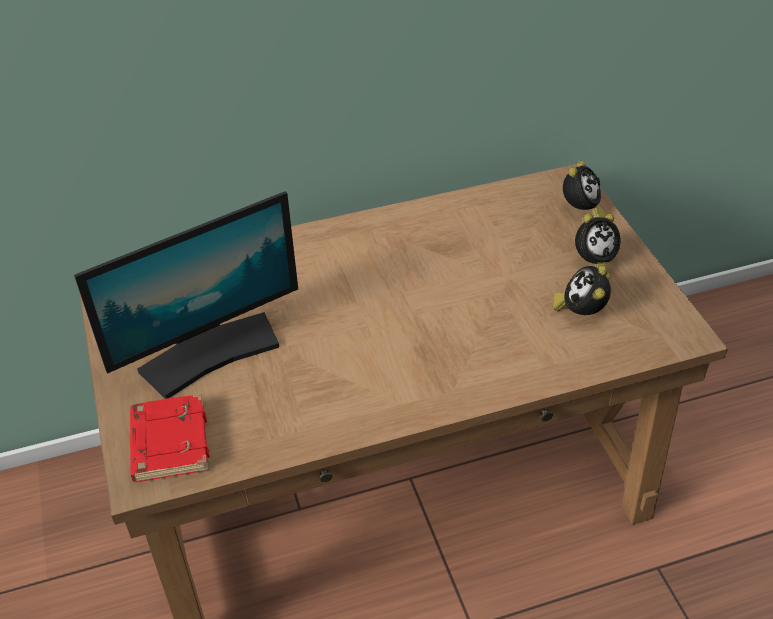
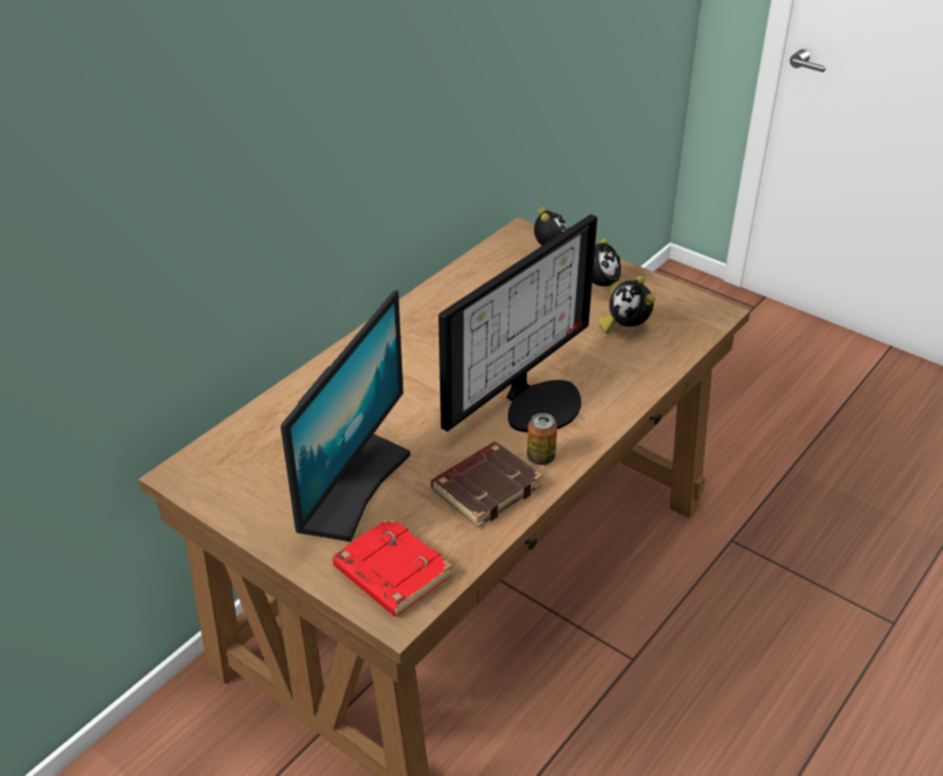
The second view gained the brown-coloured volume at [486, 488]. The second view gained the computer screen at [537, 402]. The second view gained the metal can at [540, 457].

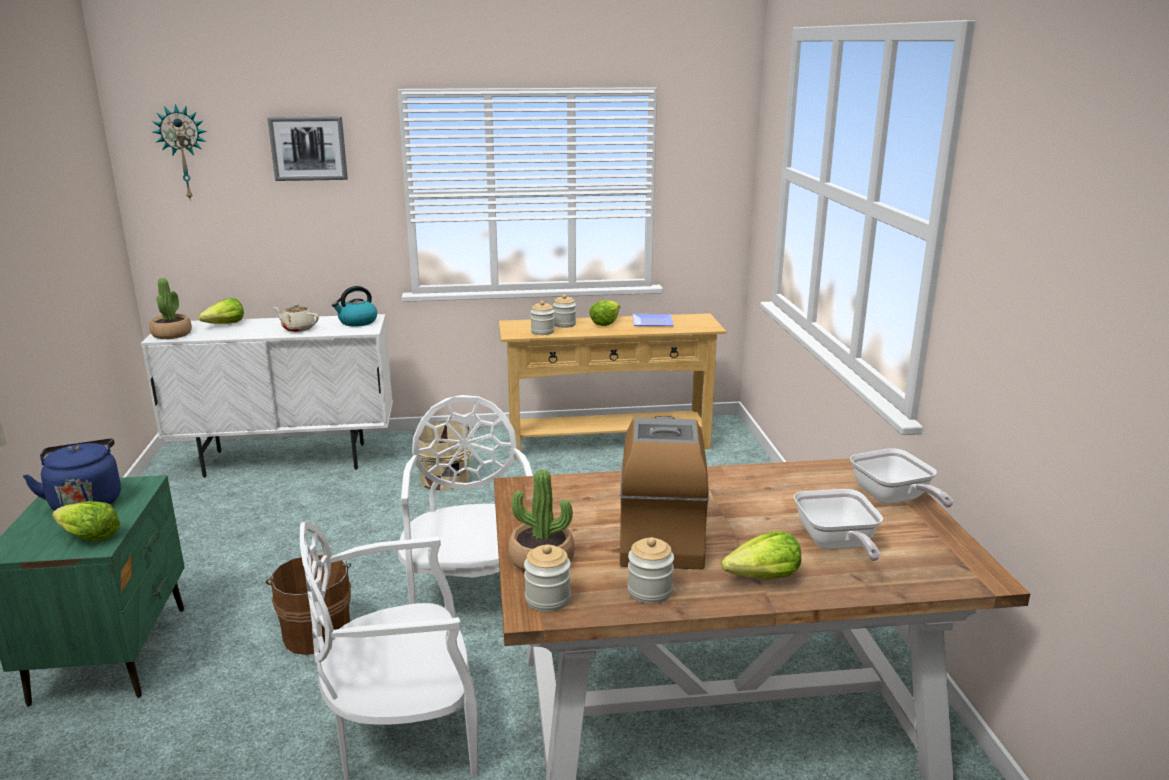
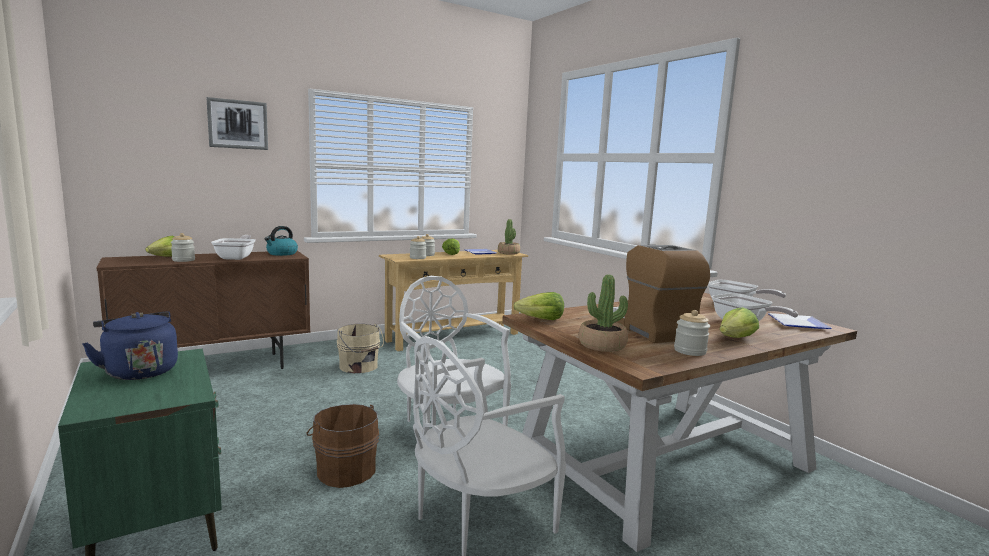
The lettuce ended up elsewhere, having gone from [88, 537] to [540, 320]. What was the white-coloured cabinet at [287, 460] turned into the brown-coloured cabinet at [216, 369]. The houseplant ended up elsewhere, having gone from [172, 334] to [508, 253]. The second view lost the clock on the wall at [184, 152]. Where the beige teapot stood at [298, 329], the pan came to stand at [237, 257]. The jar ended up elsewhere, having gone from [547, 599] to [183, 260]. The second view gained the plate at [799, 323].

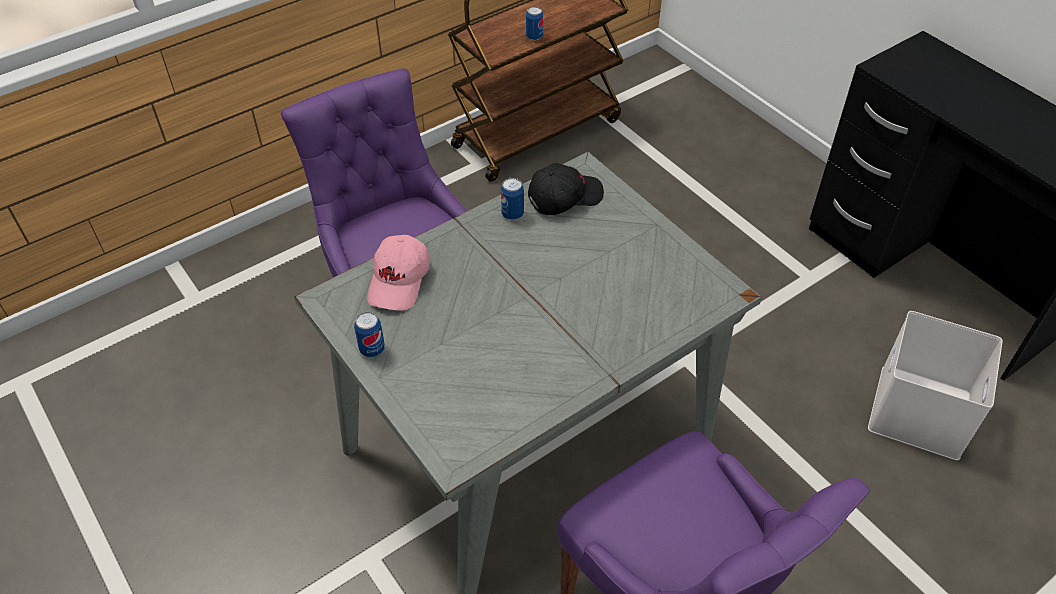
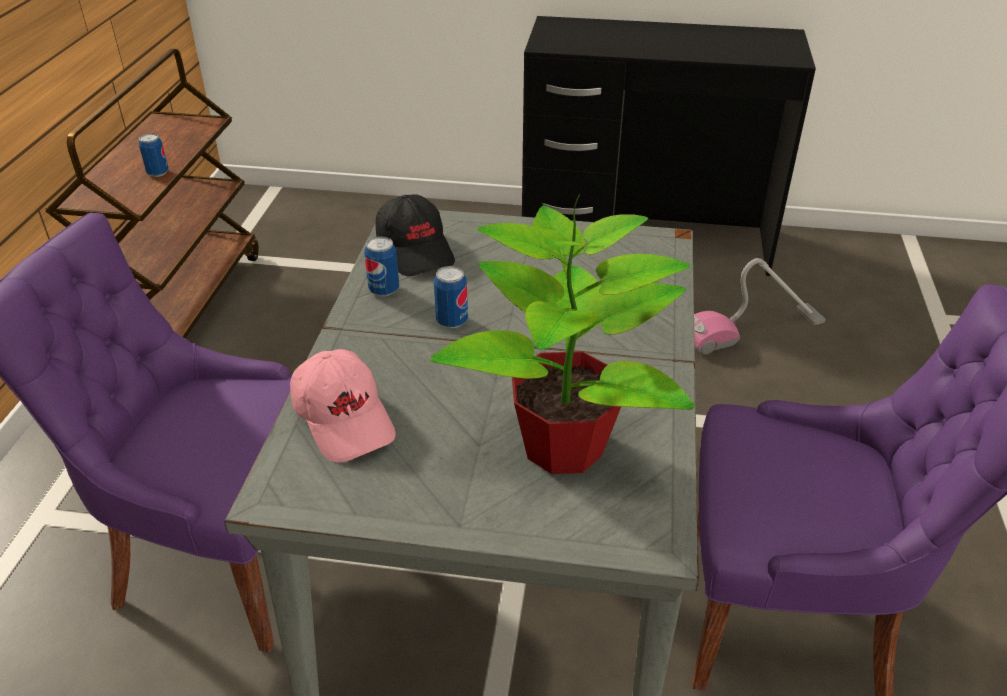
The metal can ended up elsewhere, having gone from [372, 349] to [452, 321]. The black baseball cap at [564, 197] ended up facing another way, 135 degrees clockwise from before. Where the white-coloured storage box stood at [921, 413], the vacuum cleaner came to stand at [753, 330]. The second view gained the houseplant at [565, 446].

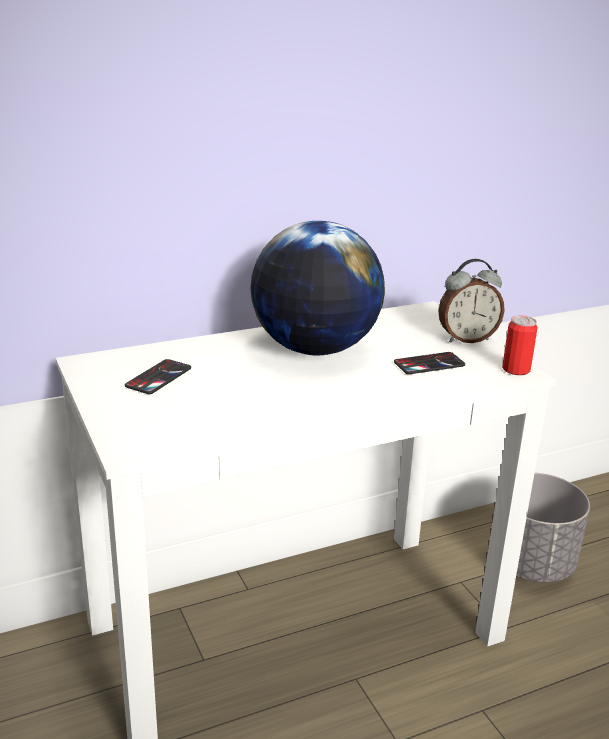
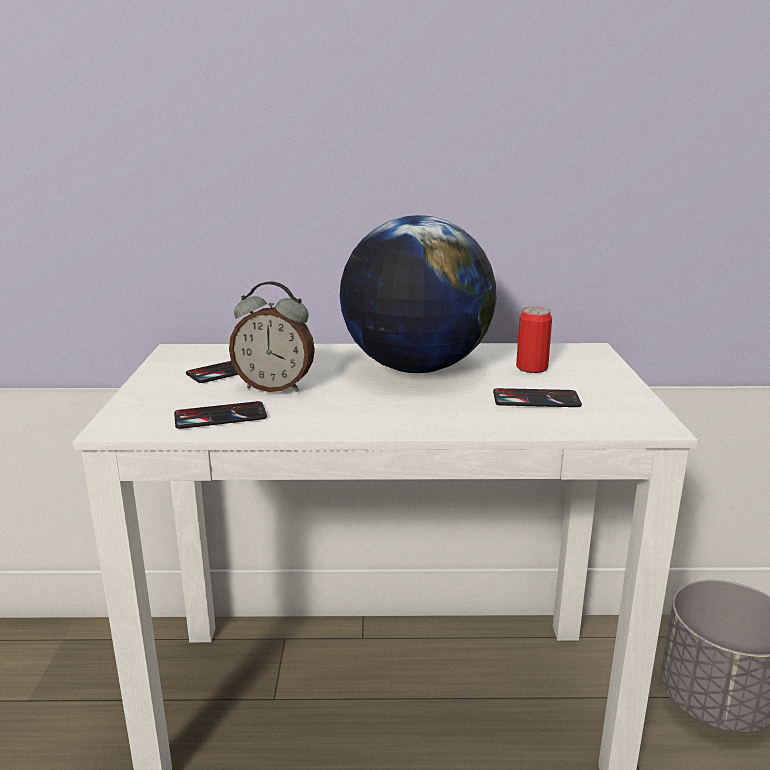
The table clock ended up elsewhere, having gone from [466, 339] to [275, 387]. The metal can ended up elsewhere, having gone from [516, 369] to [532, 368]. The second view gained the handset at [220, 416].

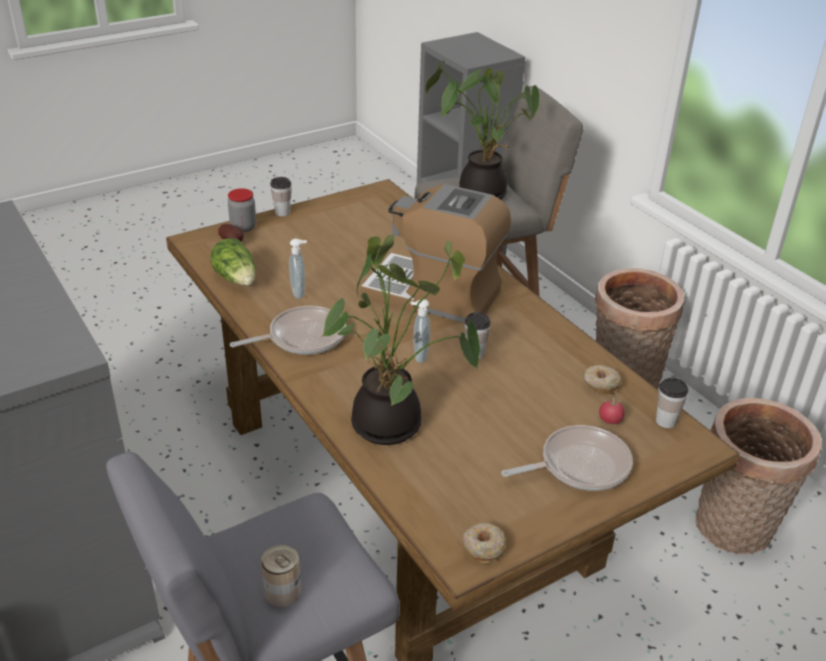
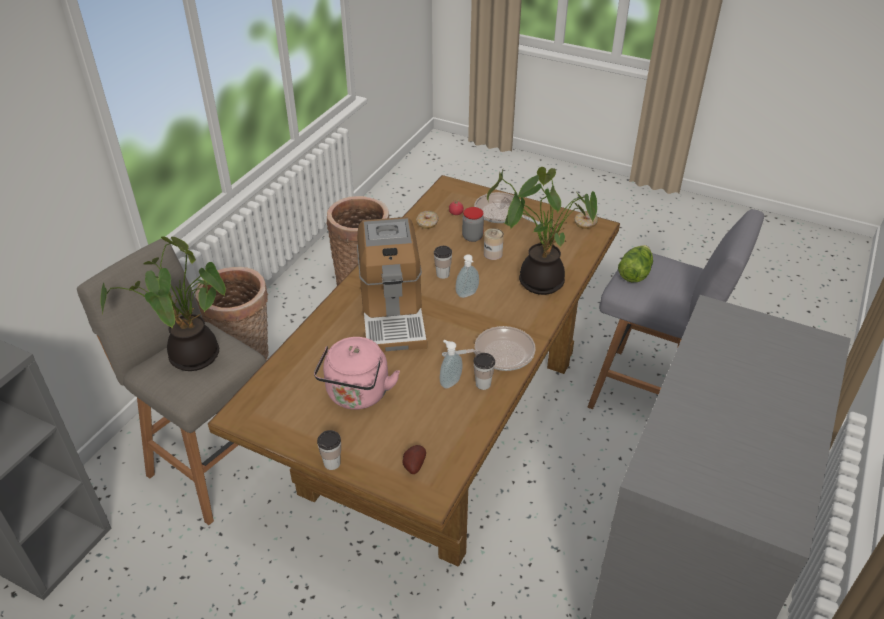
The lettuce ended up elsewhere, having gone from [237, 279] to [634, 273]. The jar ended up elsewhere, having gone from [243, 227] to [472, 237]. The pan at [302, 337] ended up facing another way, 135 degrees clockwise from before. The metal can ended up elsewhere, having gone from [282, 592] to [493, 254]. The cup ended up elsewhere, having gone from [665, 421] to [483, 384]. The second view gained the pinkish kettle at [357, 395].

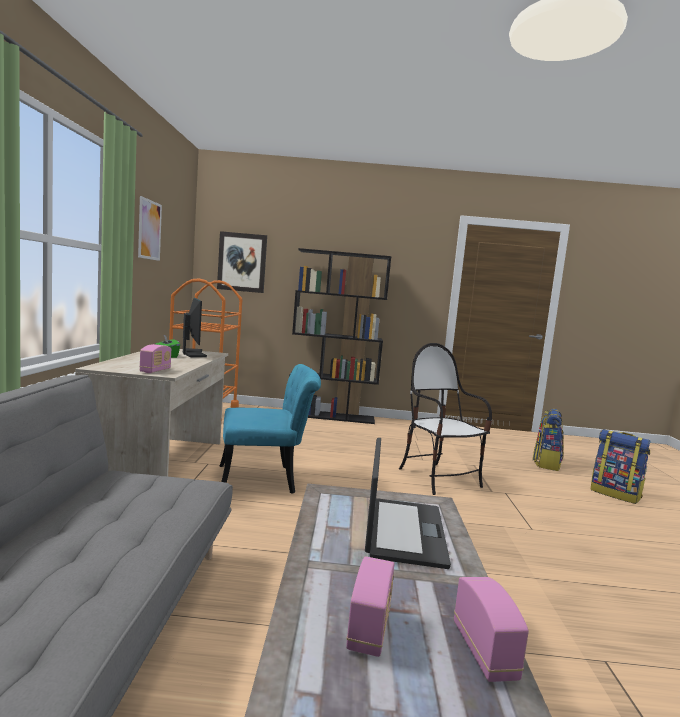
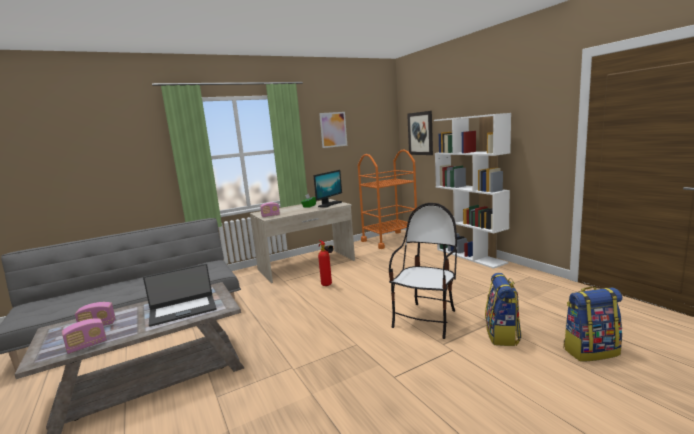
Where the turquoise upright chair stood at [266, 479], the fire extinguisher came to stand at [328, 285]. What was the black bookshelf at [331, 416] turned into the white-coloured bookshelf at [471, 256]. The knapsack ended up elsewhere, having gone from [616, 494] to [502, 335].

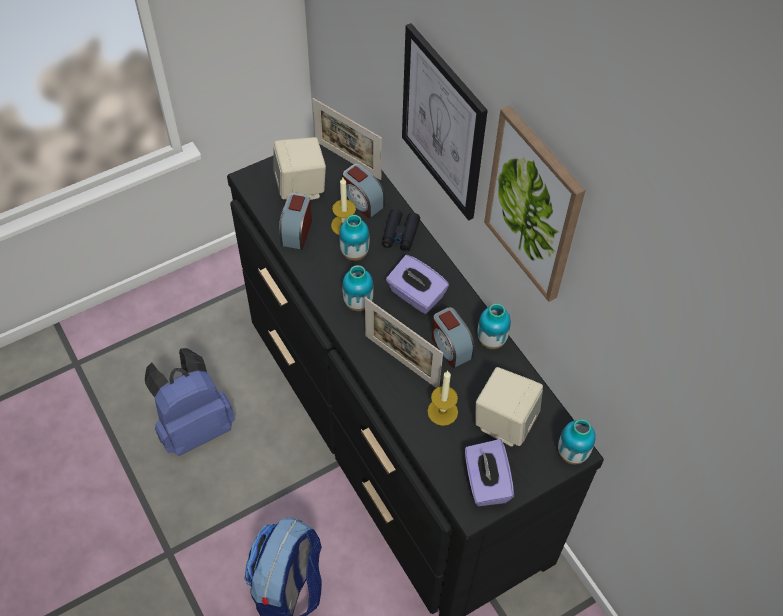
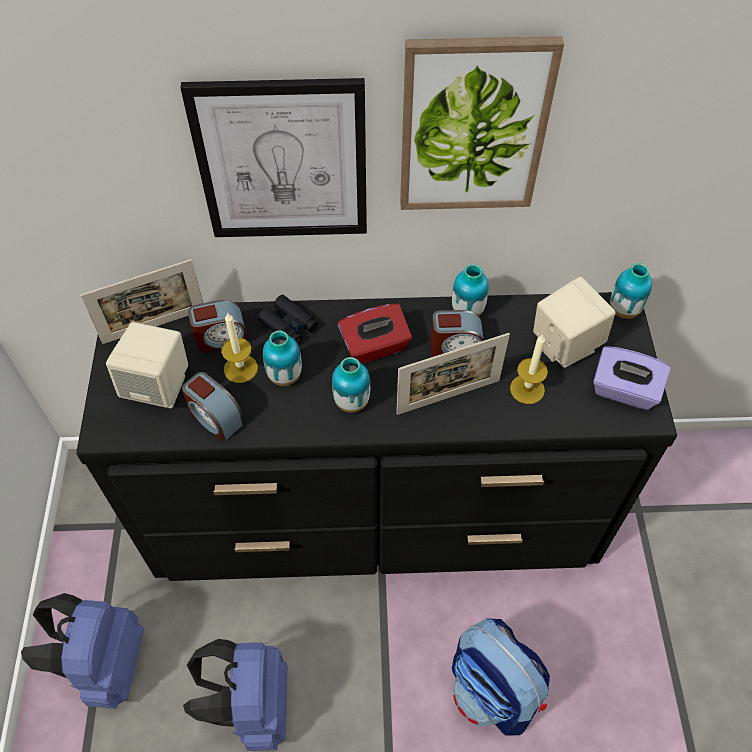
What was the purple-coloured tissue box at [416, 295] turned into the red tissue box at [375, 347]. The second view gained the blue-coloured knapsack at [106, 664].

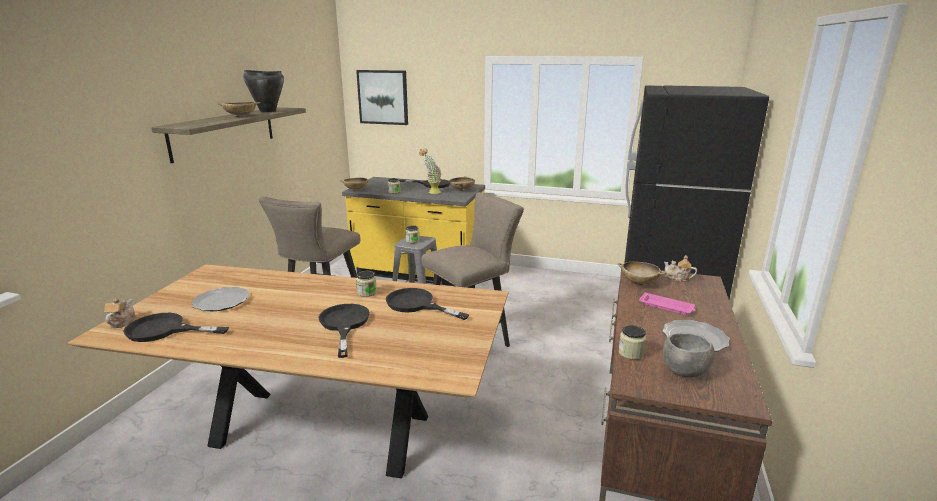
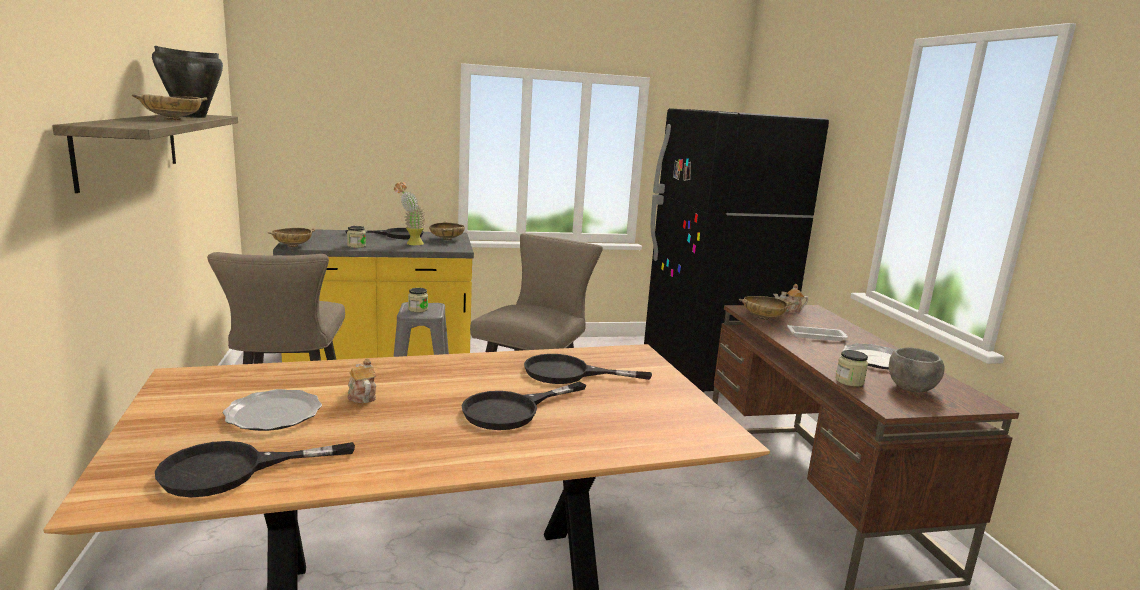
The teapot ended up elsewhere, having gone from [122, 322] to [361, 396]. The black pan at [344, 324] ended up facing another way, 90 degrees counterclockwise from before. The second view lost the wall art at [383, 97]. The second view lost the jar at [367, 292]. What was the pinkish serving tray at [667, 307] turned into the white-coloured serving tray at [817, 336].

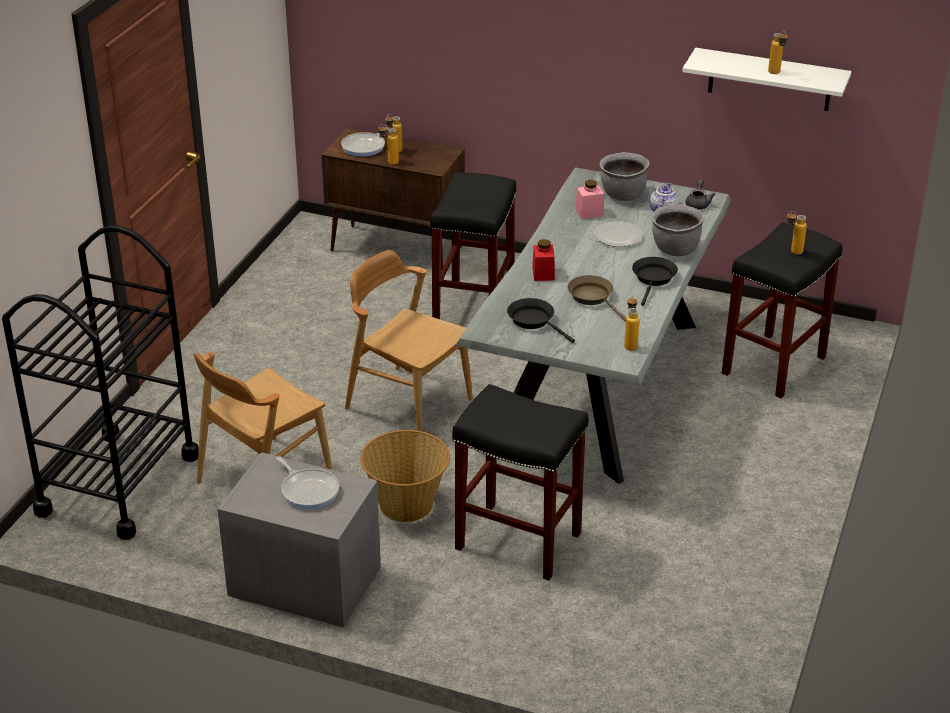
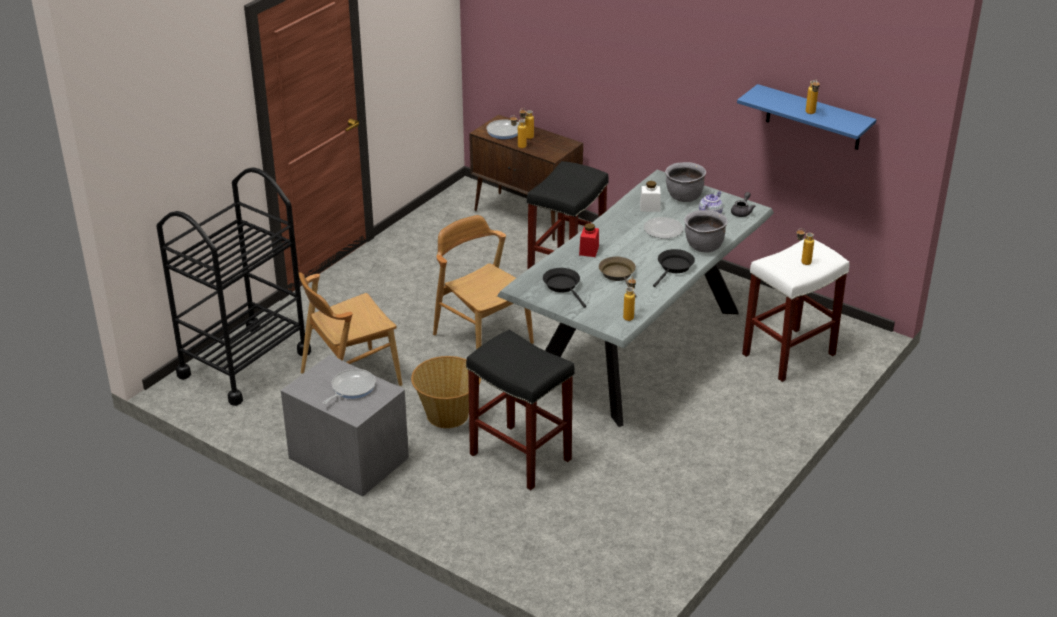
The pan at [308, 490] ended up facing another way, 120 degrees counterclockwise from before. What was the pinkish jar at [589, 212] turned into the white-coloured jar at [650, 207]. What was the white-coloured shelf at [770, 80] turned into the blue-coloured shelf at [813, 118]. What was the black stool at [773, 366] turned into the white-coloured stool at [788, 355].

